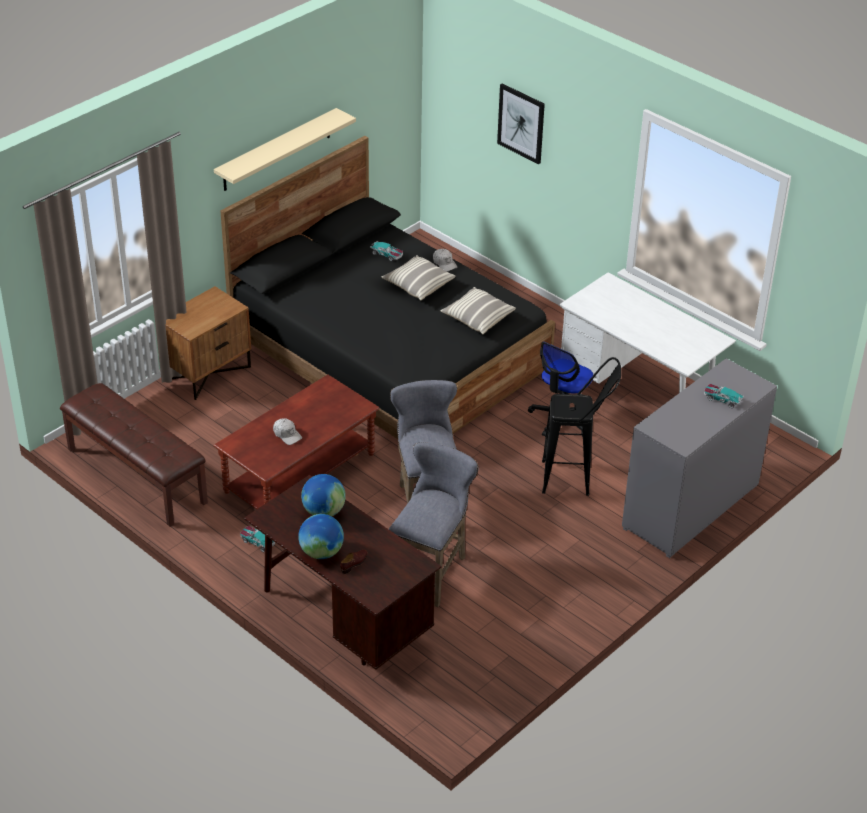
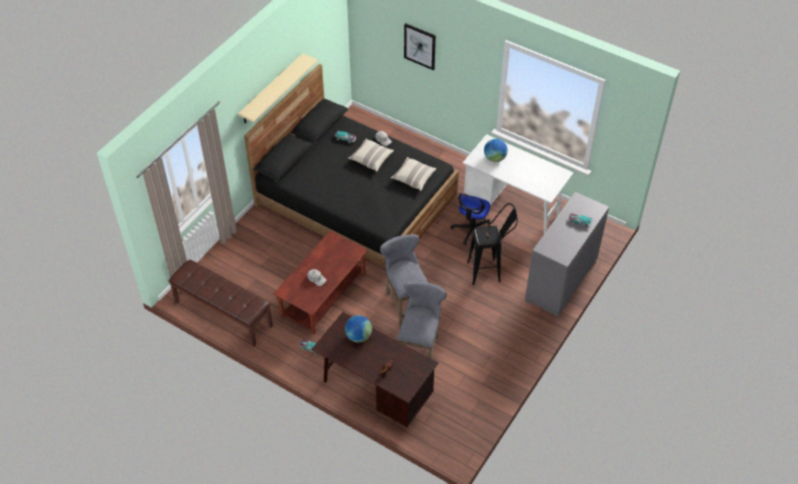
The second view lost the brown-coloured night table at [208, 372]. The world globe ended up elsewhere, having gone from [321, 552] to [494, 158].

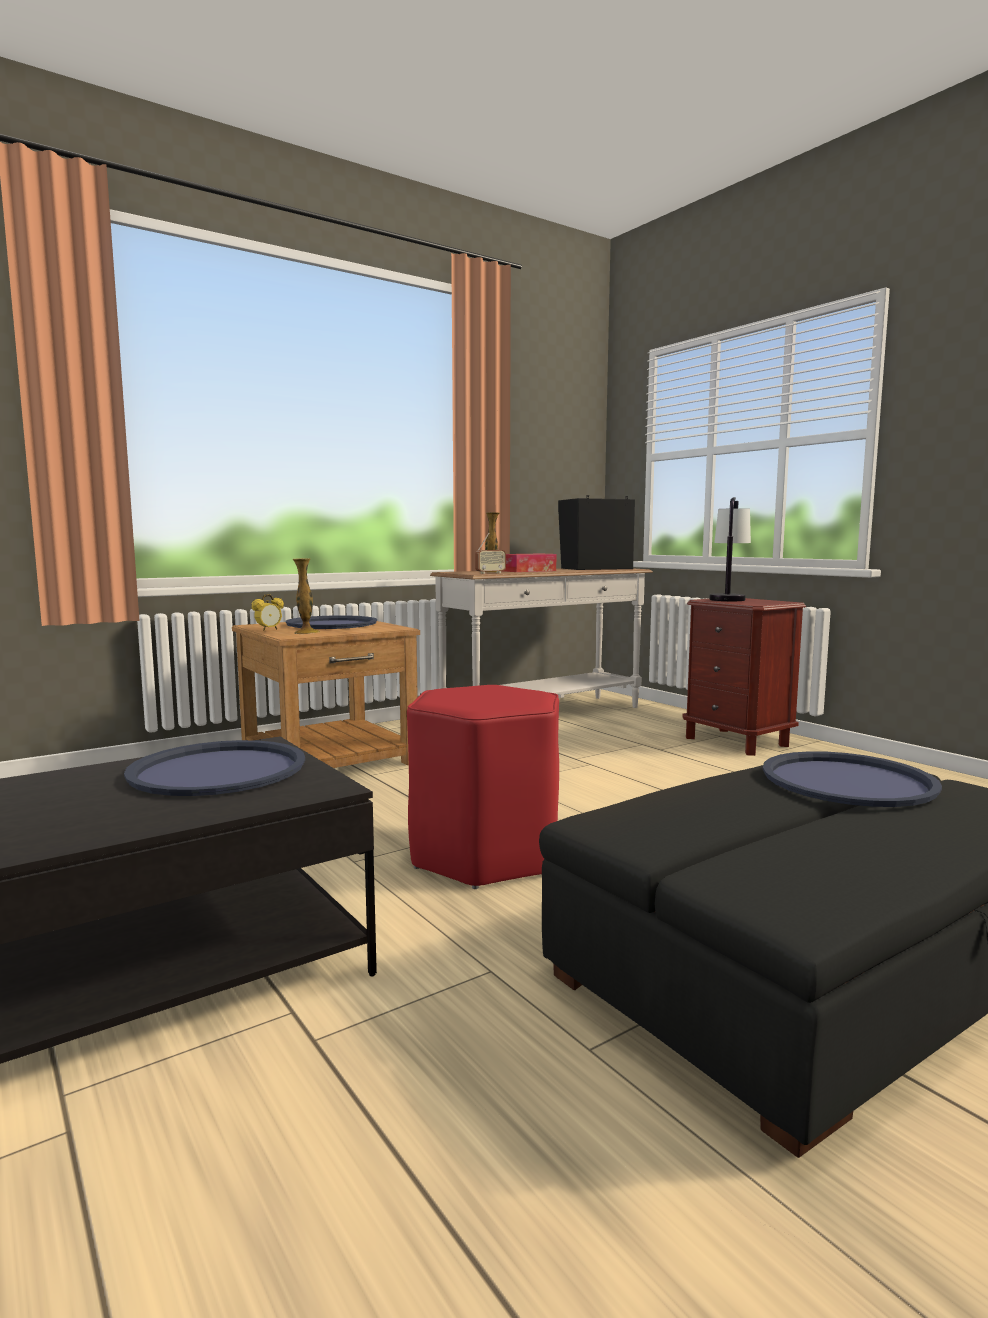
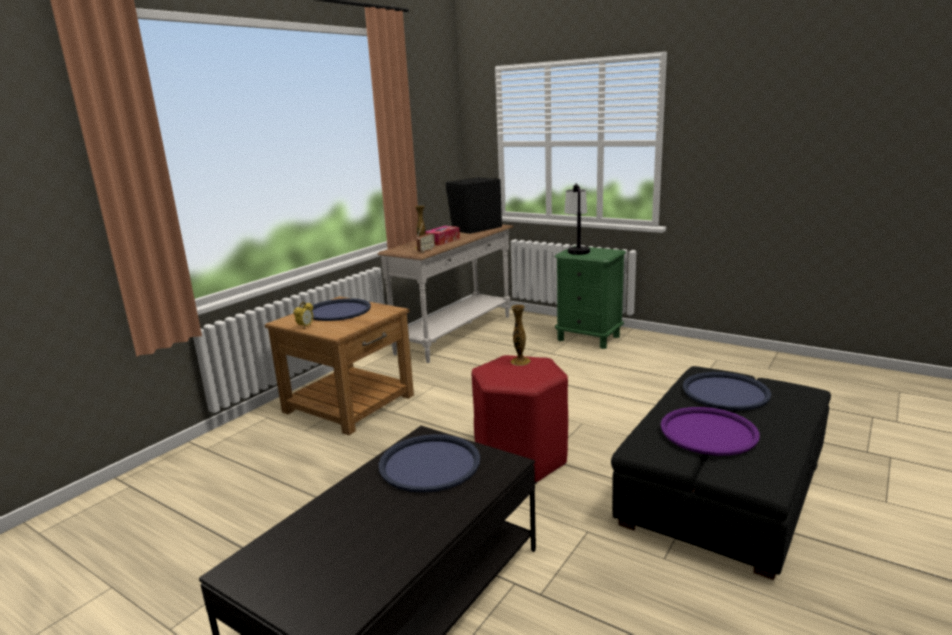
The decorative vase ended up elsewhere, having gone from [306, 632] to [520, 361]. What was the brown-coloured night table at [736, 741] turned into the green-coloured night table at [588, 338]. The second view gained the purple-coloured serving tray at [708, 432].

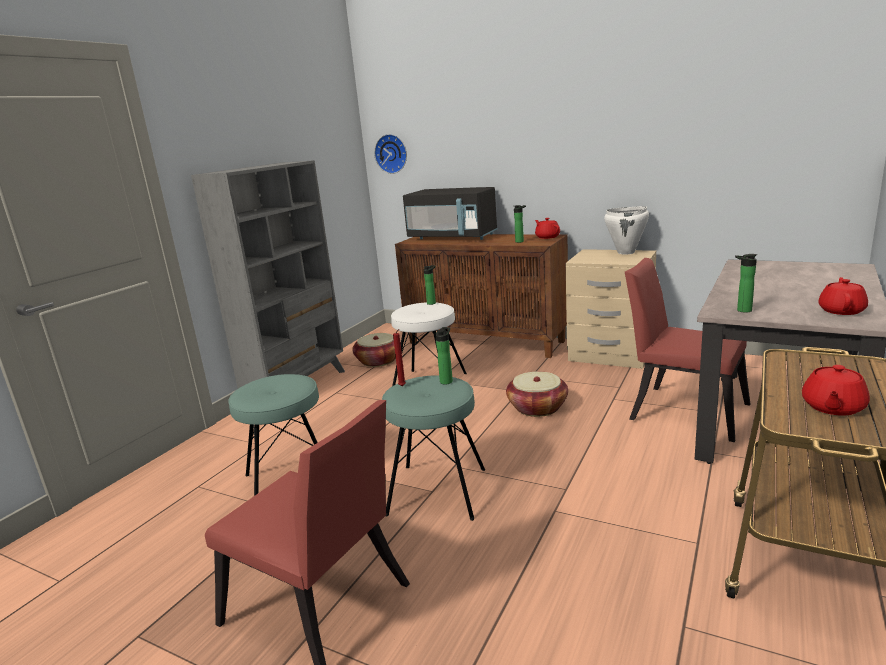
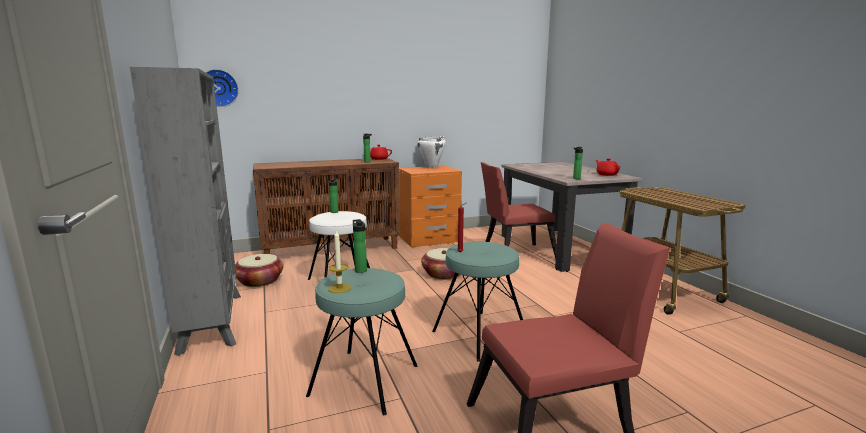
The second view lost the black microwave at [452, 237]. The bottle ended up elsewhere, having gone from [447, 381] to [360, 270]. What was the beige night table at [610, 355] turned into the orangey night table at [429, 239]. The second view lost the red teapot at [832, 407]. The second view gained the candle at [339, 288].

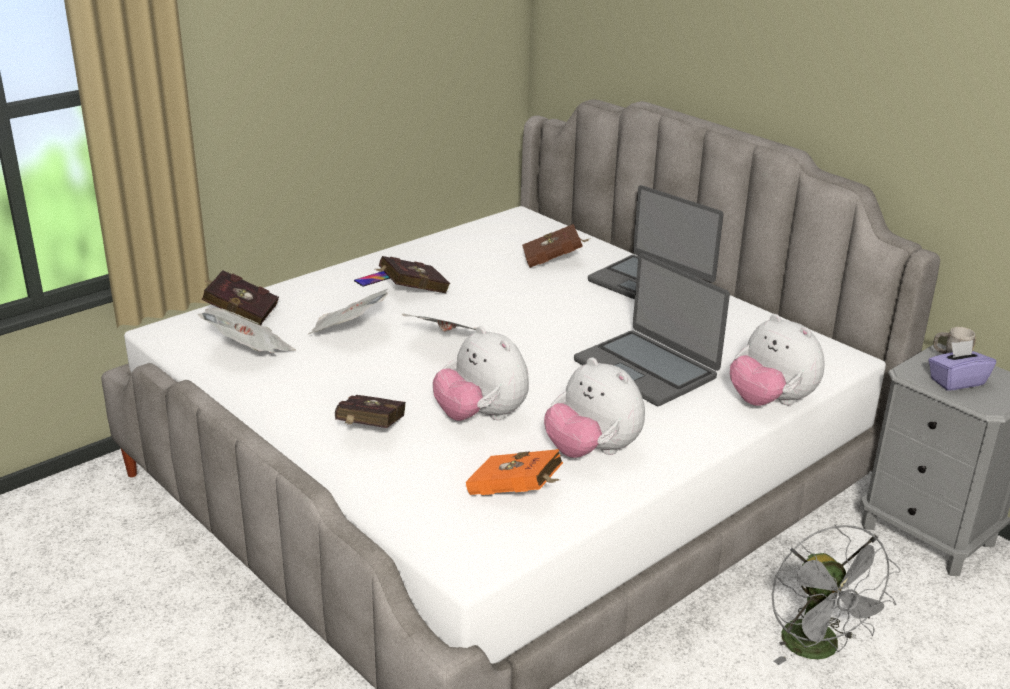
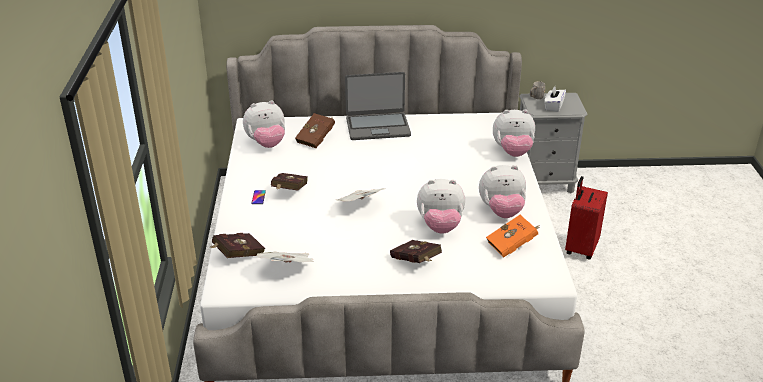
The second view lost the printed paper at [348, 331]. The second view lost the notebook computer at [646, 369]. Where the gray fan stood at [818, 649], the red travel case came to stand at [580, 248]. What was the purple-coloured tissue box at [956, 381] turned into the white-coloured tissue box at [553, 106]. The second view gained the plush toy at [266, 144].

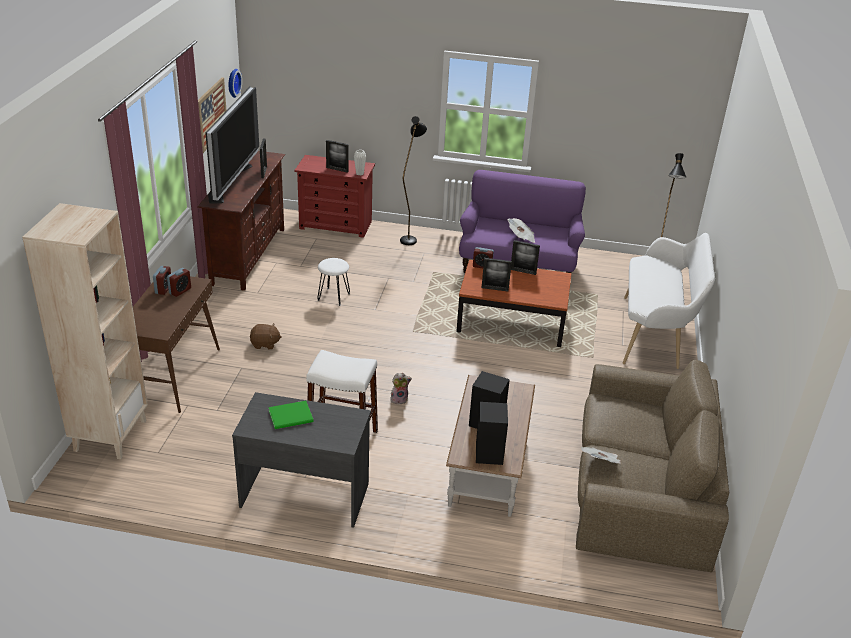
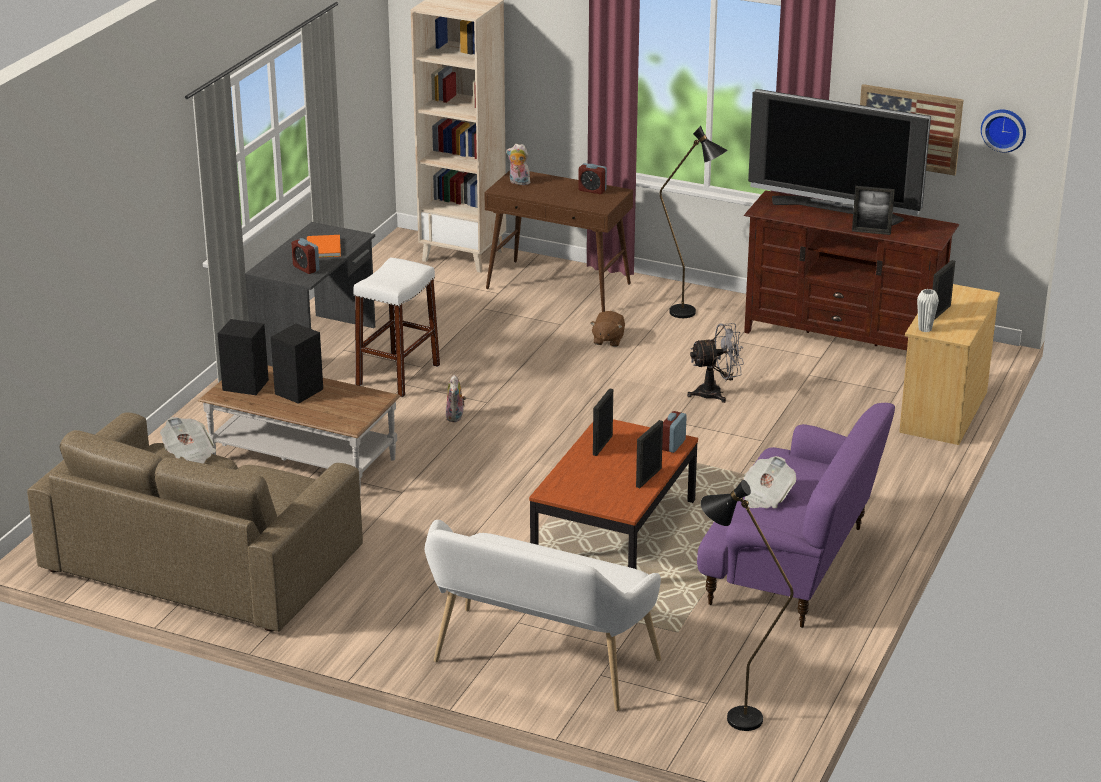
The table clock ended up elsewhere, having gone from [180, 291] to [306, 268]. What was the green-coloured volume at [292, 416] turned into the orangey volume at [322, 248]. What was the red drawer chest at [336, 225] turned into the beige drawer chest at [943, 412]. Where the white-coloured stool stood at [333, 296], the gray fan came to stand at [716, 393]. The black floor lamp ended up elsewhere, having gone from [410, 238] to [691, 314]. The second view gained the plush toy at [518, 182].

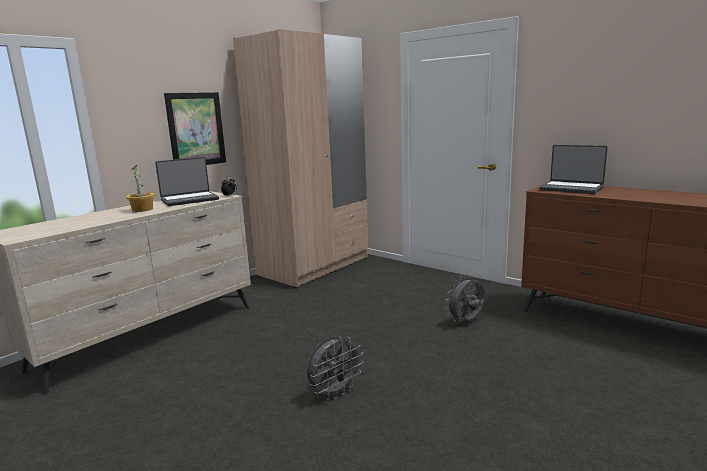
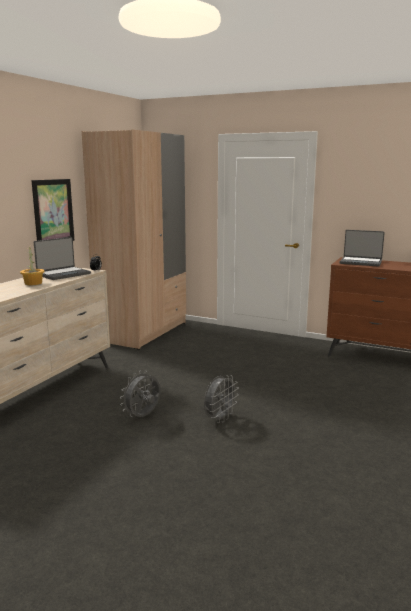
The gray fan ended up elsewhere, having gone from [467, 322] to [143, 416].

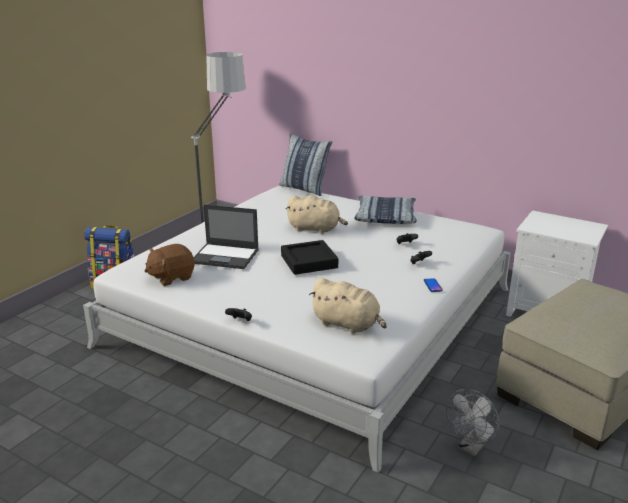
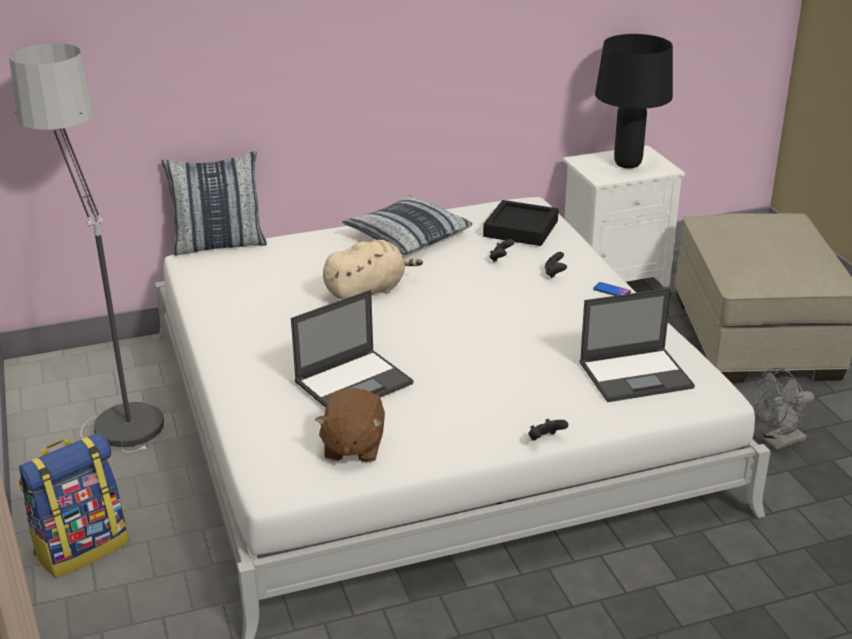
The black serving tray ended up elsewhere, having gone from [309, 261] to [520, 229]. Where the beige plush toy stood at [348, 324], the notebook computer came to stand at [636, 375]. The gray fan at [471, 447] ended up facing another way, 75 degrees clockwise from before. The second view gained the black lamp for a table at [627, 164].

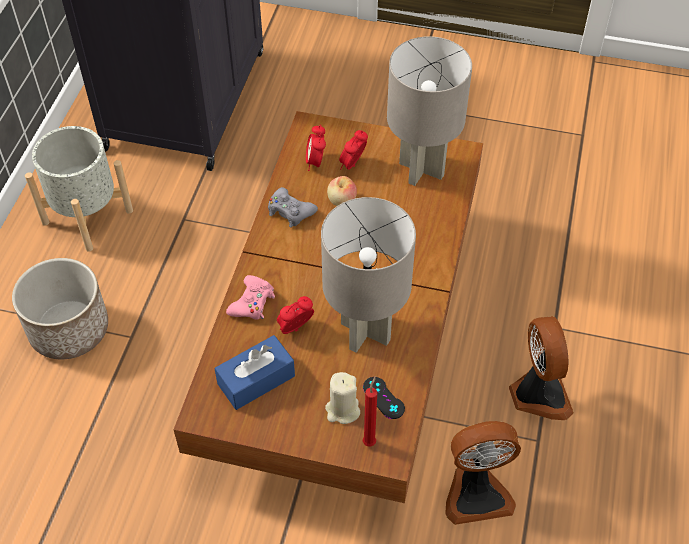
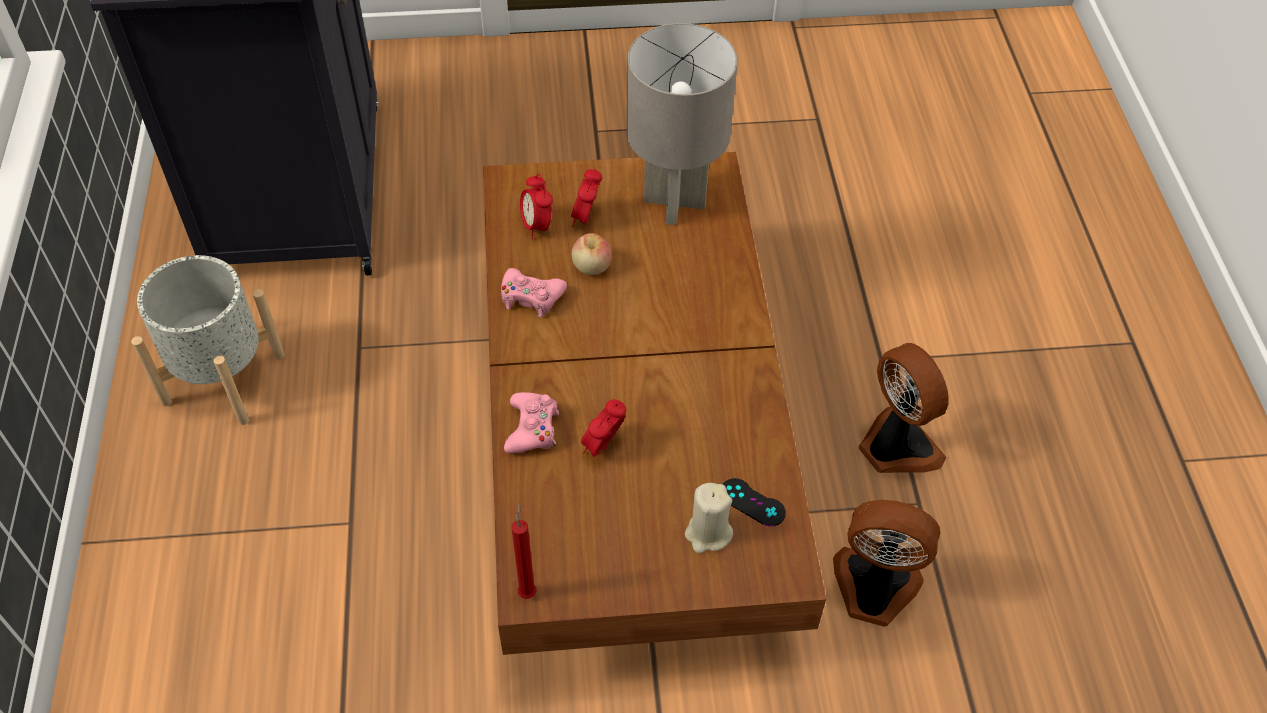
The second view lost the planter at [68, 329]. The second view lost the blue-coloured tissue box at [256, 380]. What was the gray game controller at [290, 211] turned into the pinkish game controller at [531, 297]. The second view lost the gray lamp for a table at [366, 331]. The red candle ended up elsewhere, having gone from [370, 441] to [527, 591]. The fan at [476, 493] ended up facing another way, 135 degrees counterclockwise from before.

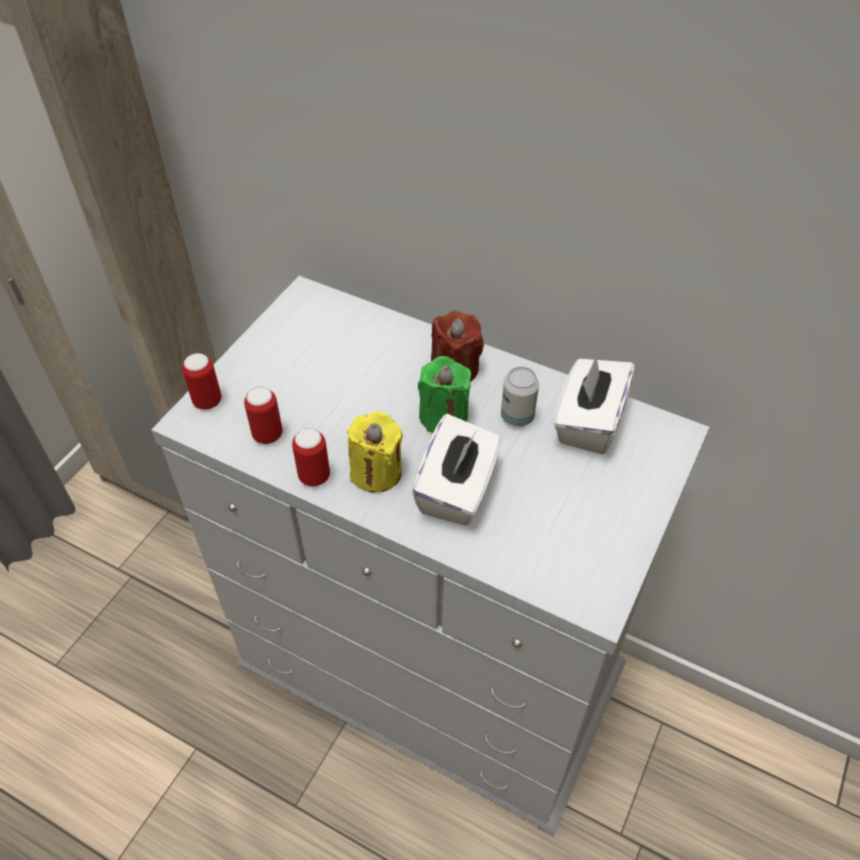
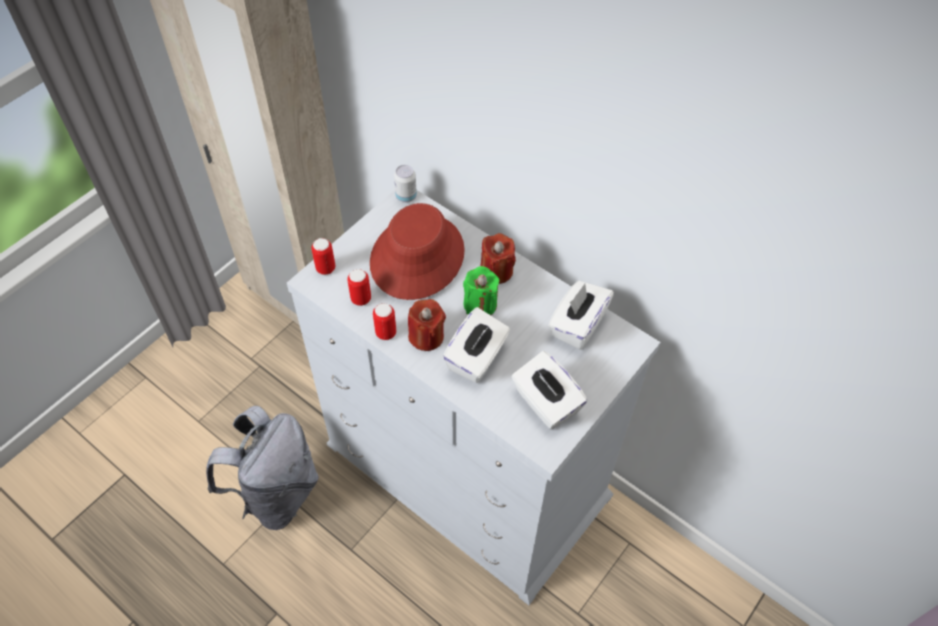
What was the yellowish candle at [376, 472] turned into the red candle at [426, 336]. The metal can ended up elsewhere, having gone from [517, 417] to [406, 196]. The second view gained the gray knapsack at [276, 493]. The second view gained the red hat at [417, 257]. The second view gained the white-coloured tissue box at [545, 403].

